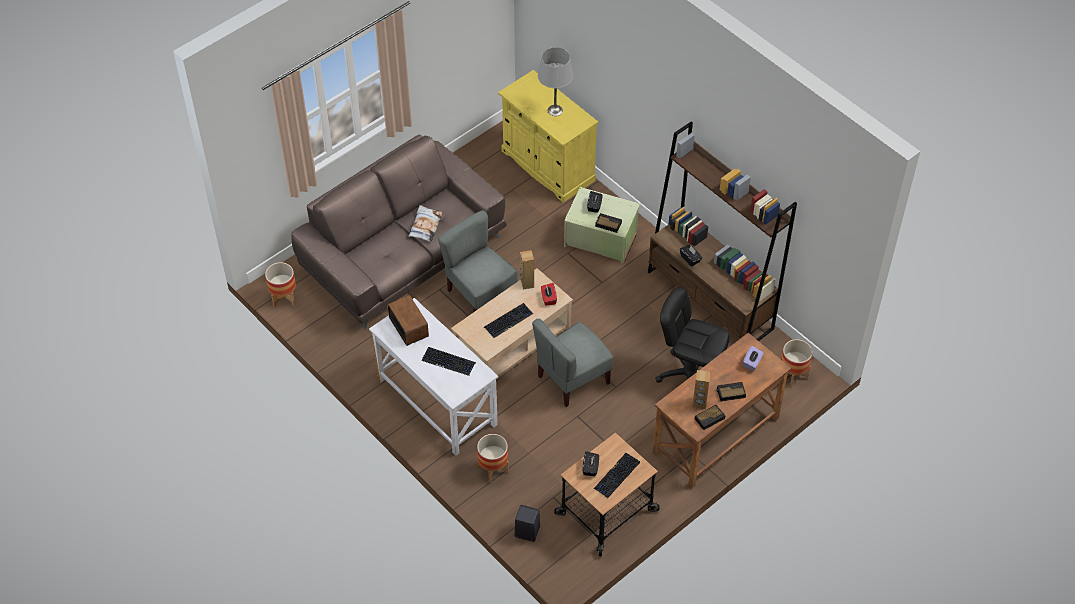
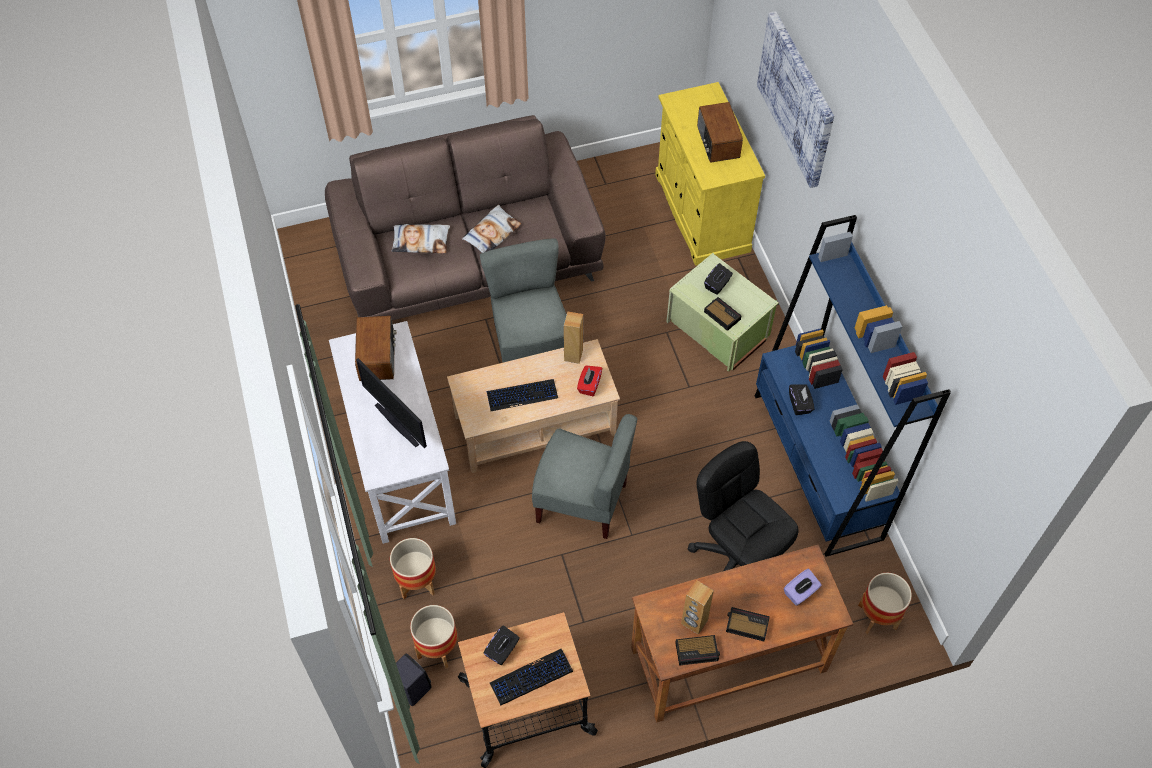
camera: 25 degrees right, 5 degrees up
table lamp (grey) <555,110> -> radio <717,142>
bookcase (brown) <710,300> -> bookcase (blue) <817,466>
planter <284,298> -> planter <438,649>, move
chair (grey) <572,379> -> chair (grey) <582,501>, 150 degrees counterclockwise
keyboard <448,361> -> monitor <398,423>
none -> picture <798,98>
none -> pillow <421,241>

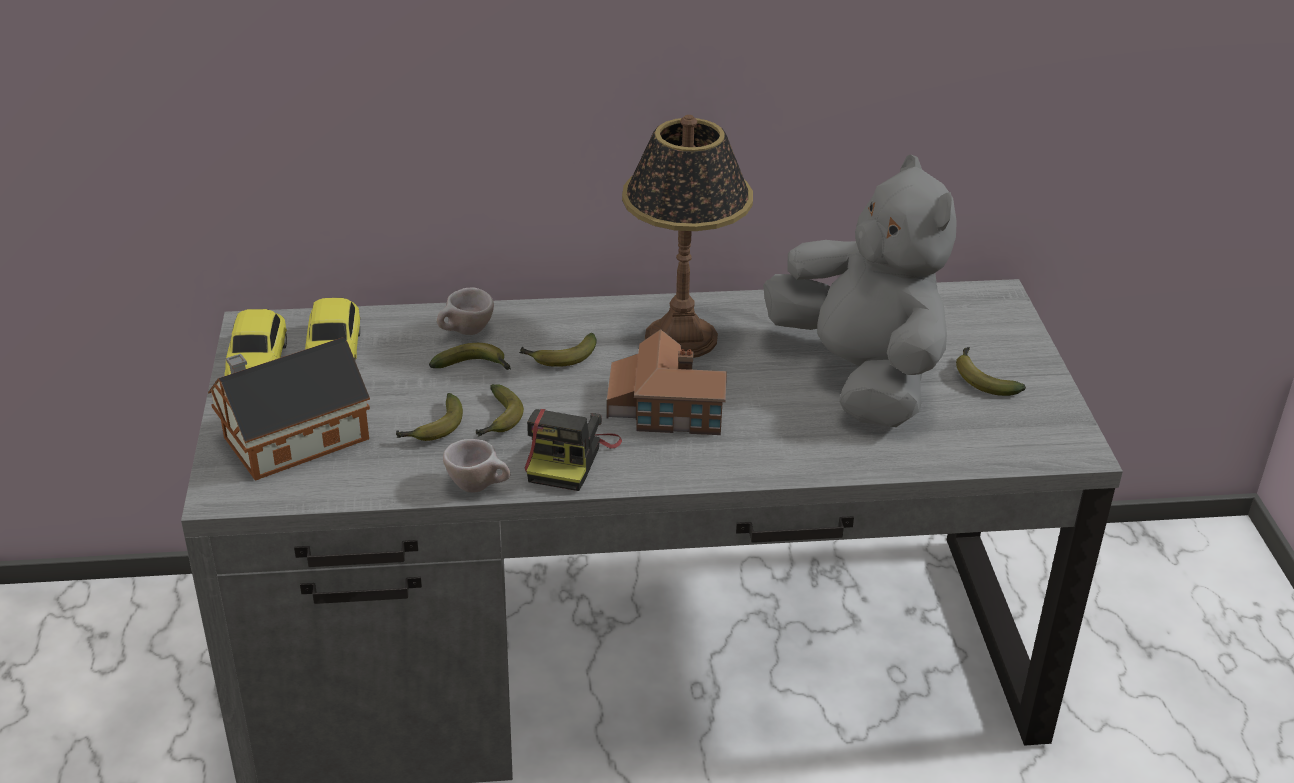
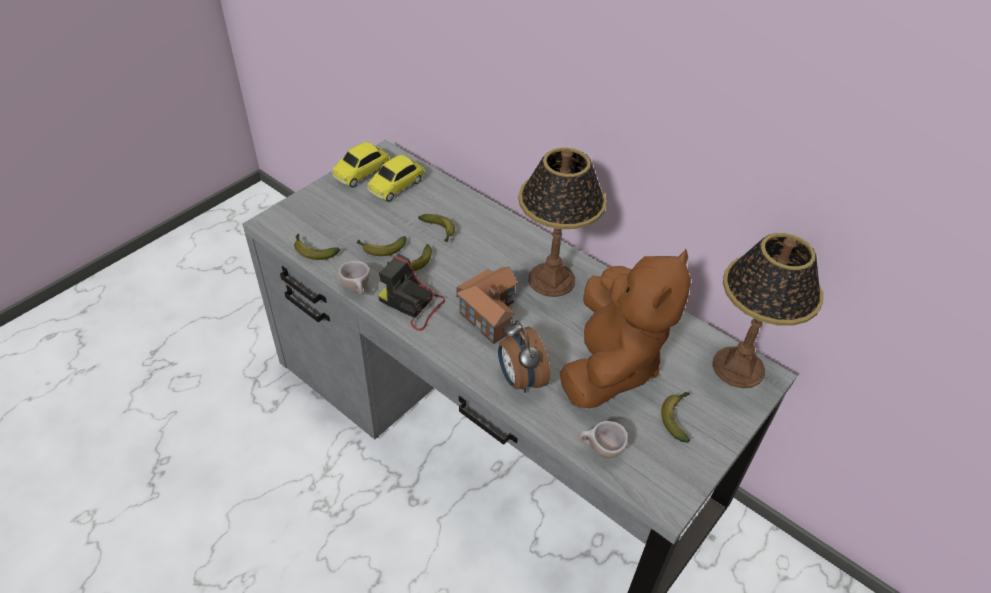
camera: 45 degrees right, 10 degrees up
plush toy (grey) <860,376> -> plush toy (brown) <610,365>
cup (beige) <465,333> -> cup (beige) <600,451>, move
banana <559,358> -> banana <313,251>, move
toy house <290,439> -> none
photo camera <570,458> -> photo camera <412,304>, 60 degrees clockwise
none -> table lamp <739,367>
none -> alarm clock <520,379>

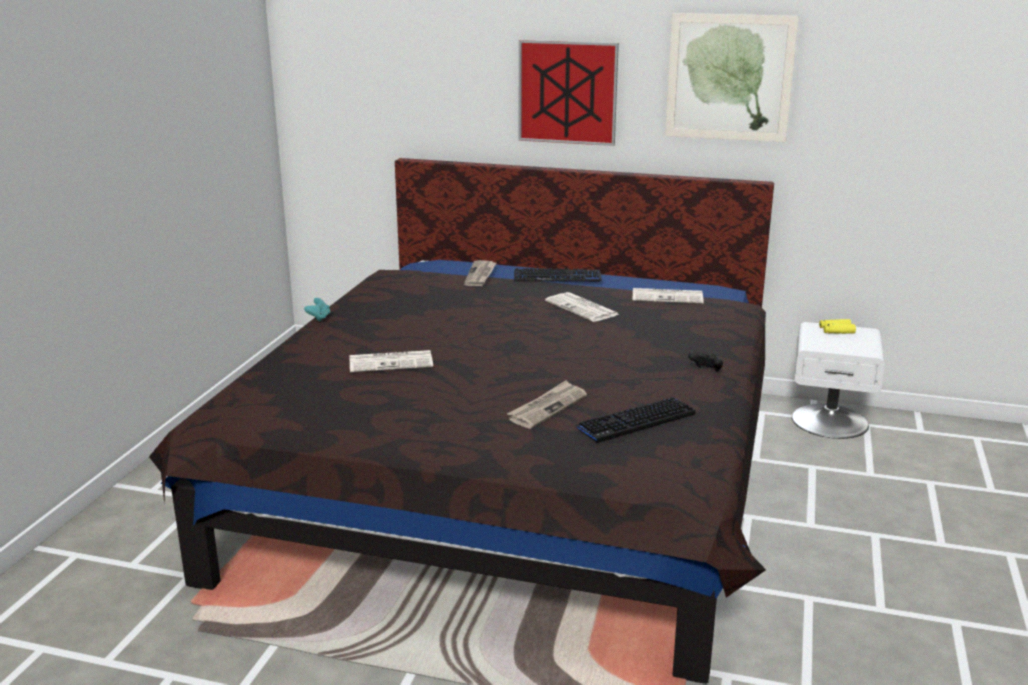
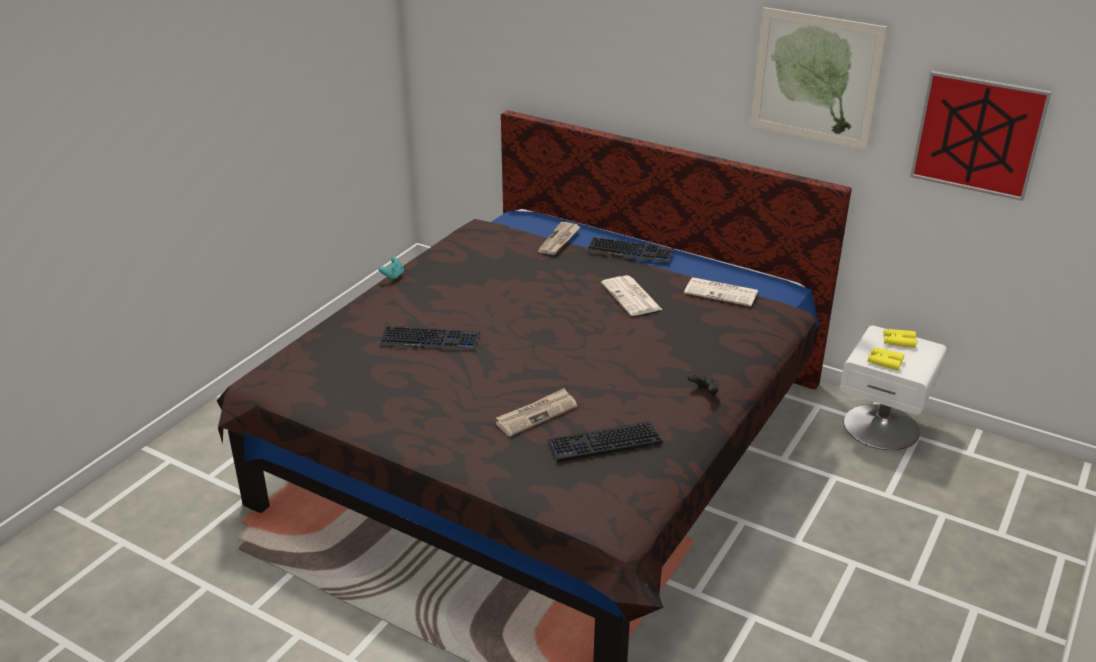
camera: 15 degrees right, 10 degrees up
picture <567,92> -> picture <978,135>, move
newspaper <392,362> -> keyboard <430,340>
none -> binoculars (yellow) <884,362>

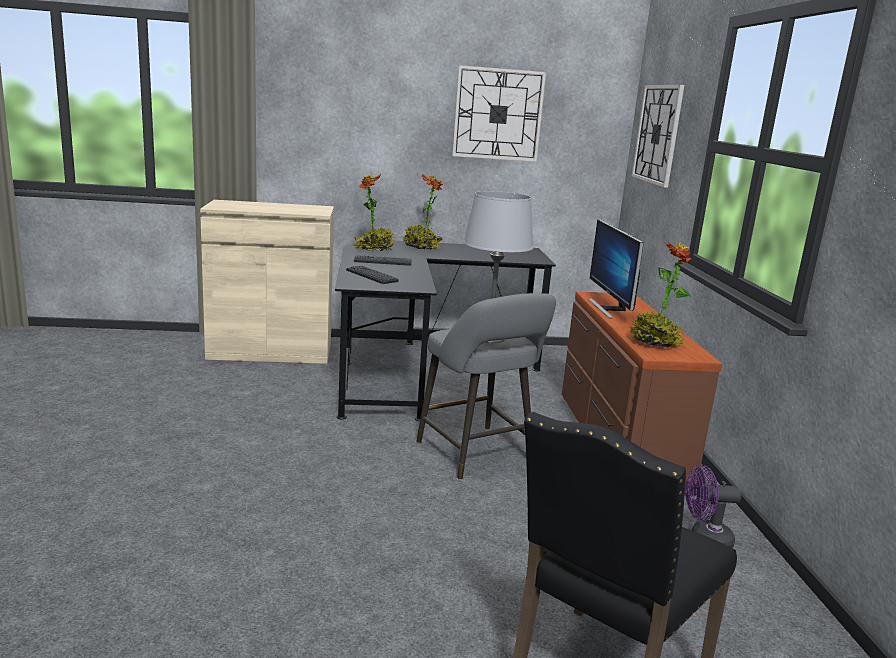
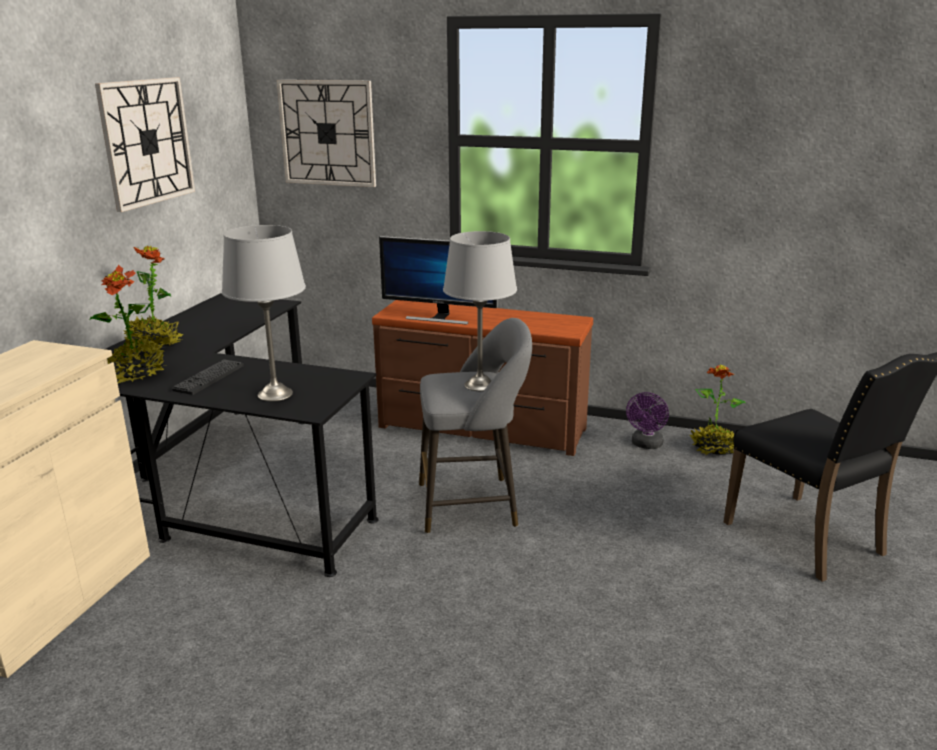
camera: 65 degrees left, 5 degrees up
potted plant <655,343> -> potted plant <714,449>, move
keyboard <371,276> -> table lamp (grey) <275,394>

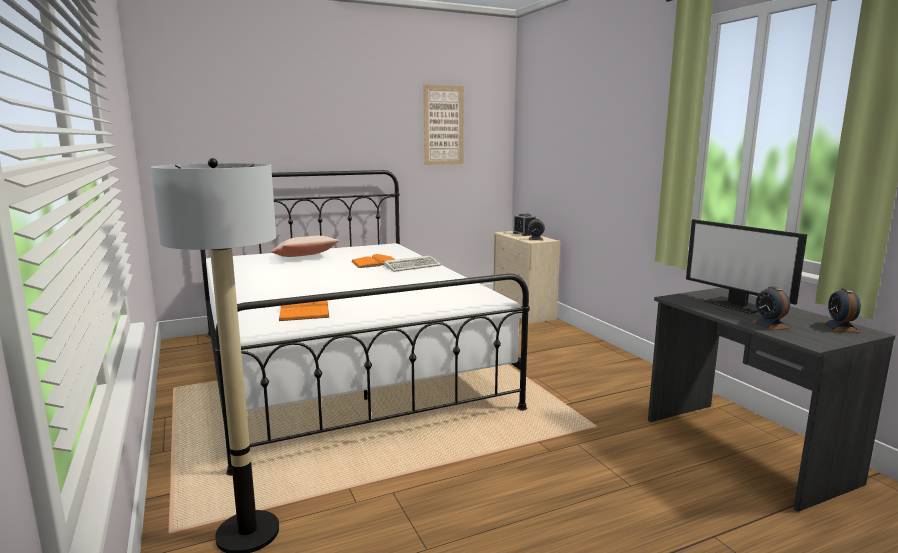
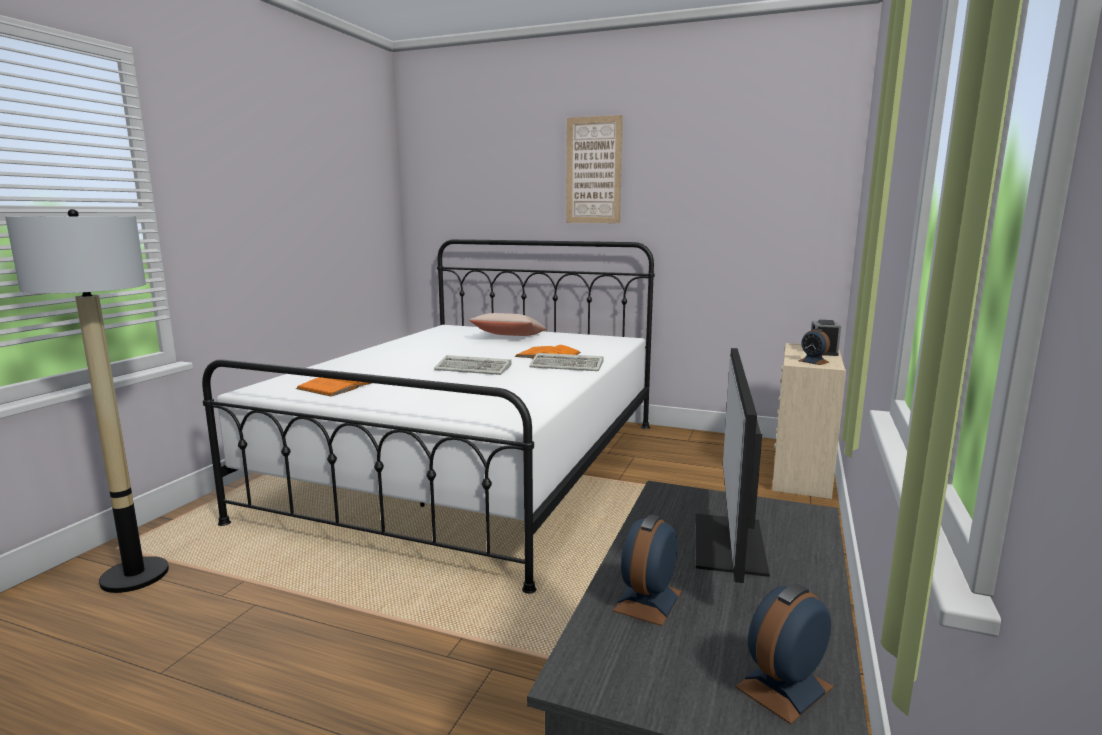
camera: 45 degrees right, 0 degrees up
picture <443,125> -> picture <593,170>, move
none -> keyboard <475,369>

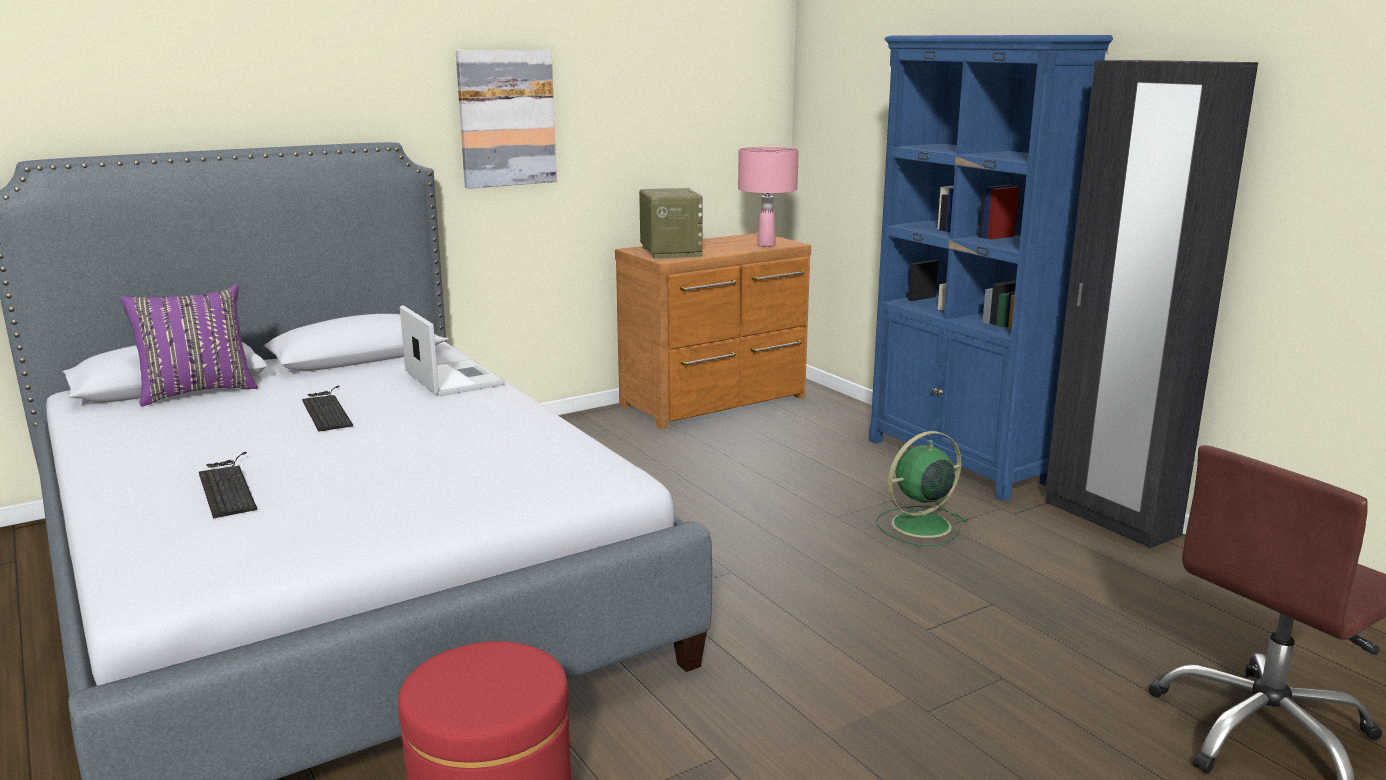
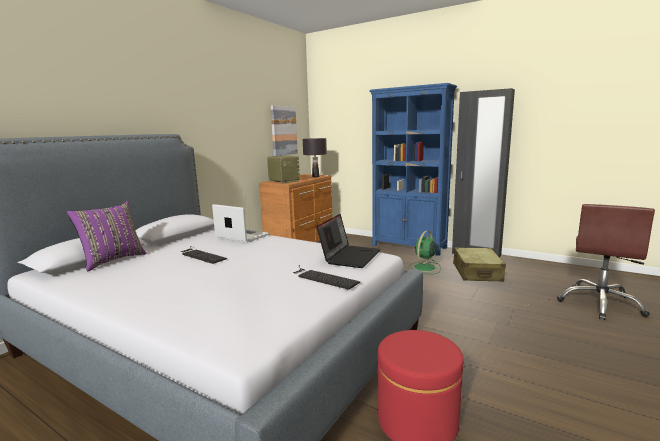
camera: 25 degrees left, 5 degrees down
picture <506,118> -> picture <283,130>, move
table lamp (pink) <766,245> -> table lamp (black) <315,176>
keyboard <227,486> -> keyboard <322,278>, move
none -> laptop <350,256>
none -> suitcase (beige) <477,272>

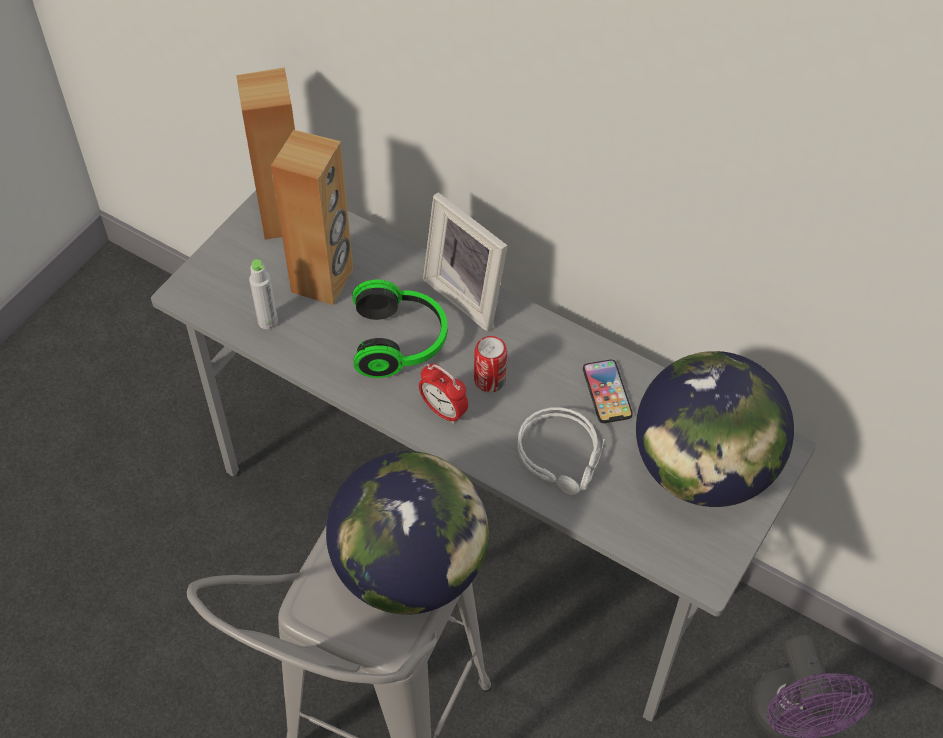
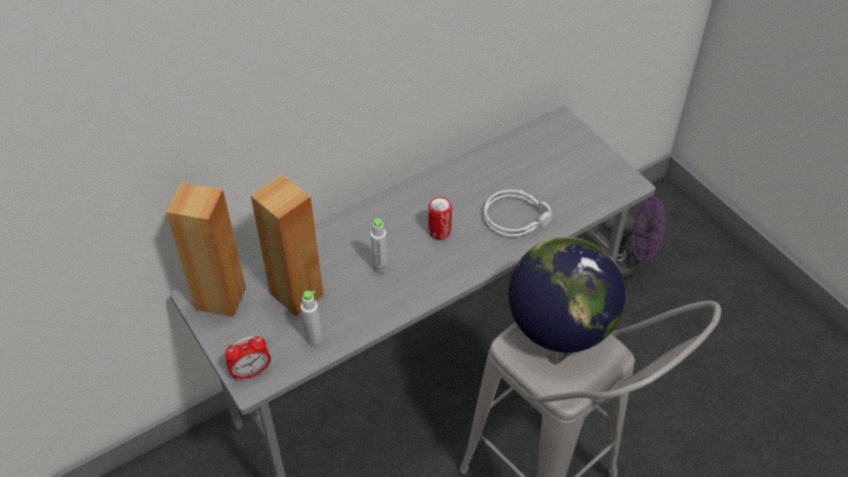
camera: 65 degrees left, 5 degrees down
picture frame <469,294> -> none
headphones <401,342> -> bottle (grey) <380,267>
globe <702,469> -> none
phone <607,392> -> none
alarm clock <443,411> -> alarm clock <251,372>, move

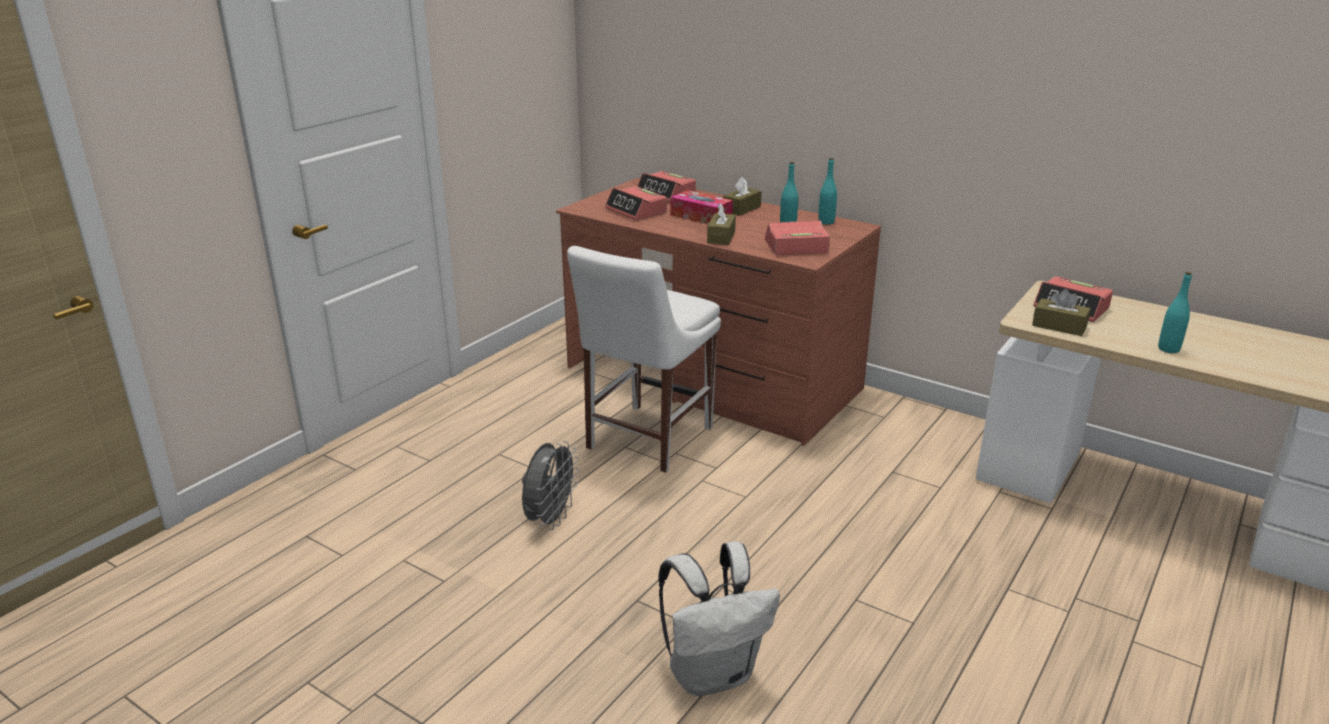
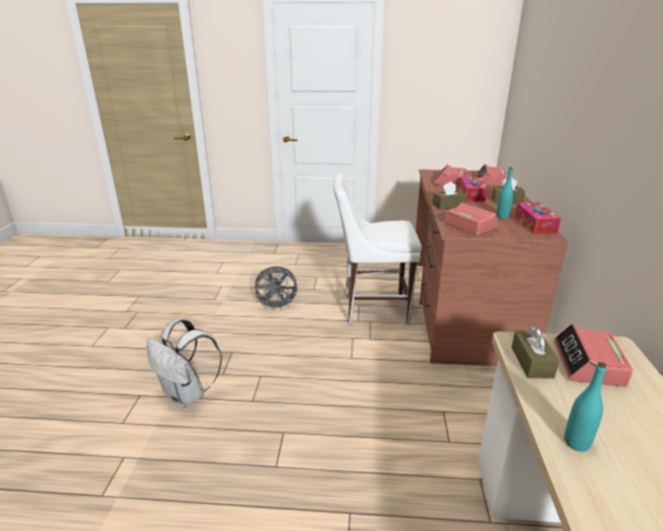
camera: 60 degrees right, 0 degrees up
bottle (turquoise) <826,222> -> tissue box <535,224>

